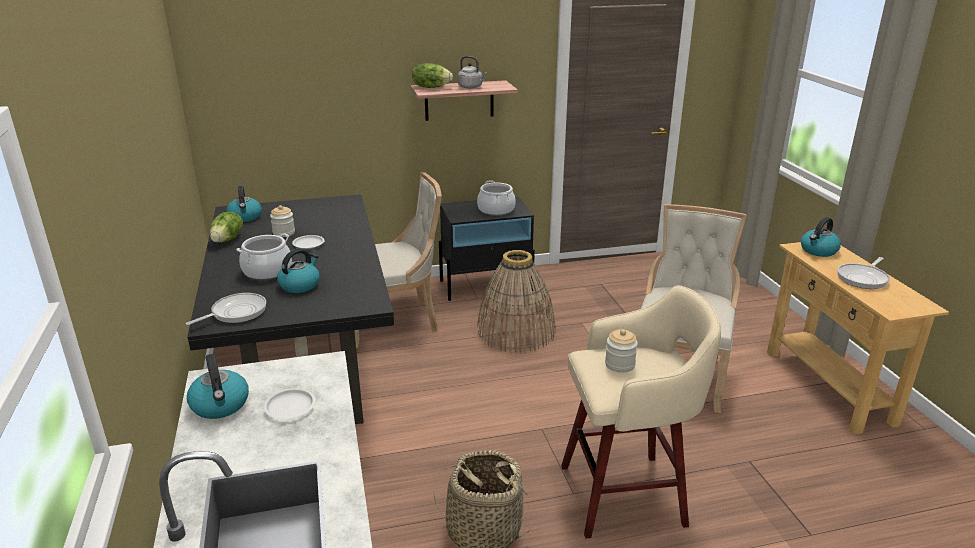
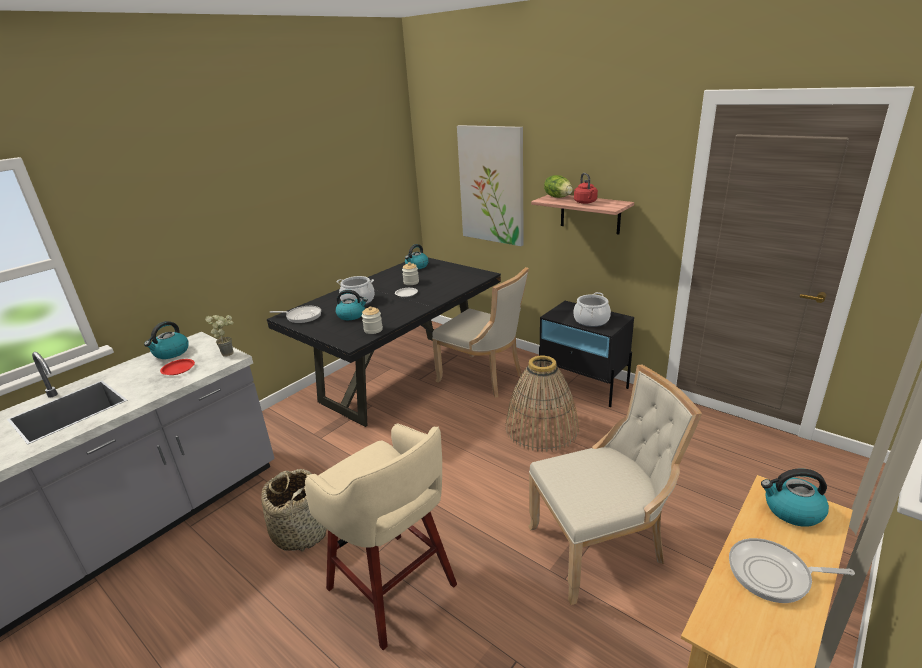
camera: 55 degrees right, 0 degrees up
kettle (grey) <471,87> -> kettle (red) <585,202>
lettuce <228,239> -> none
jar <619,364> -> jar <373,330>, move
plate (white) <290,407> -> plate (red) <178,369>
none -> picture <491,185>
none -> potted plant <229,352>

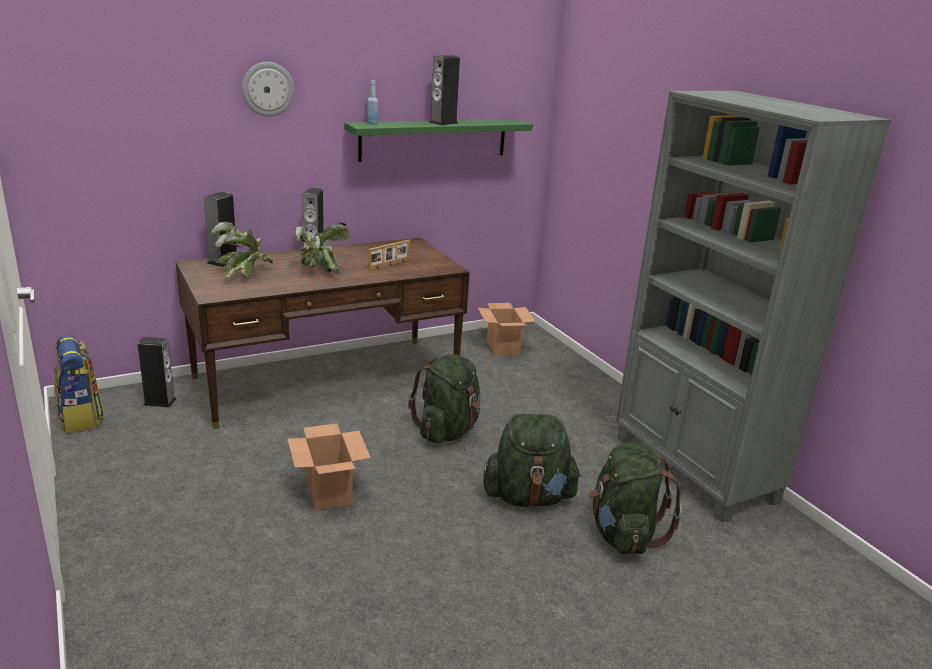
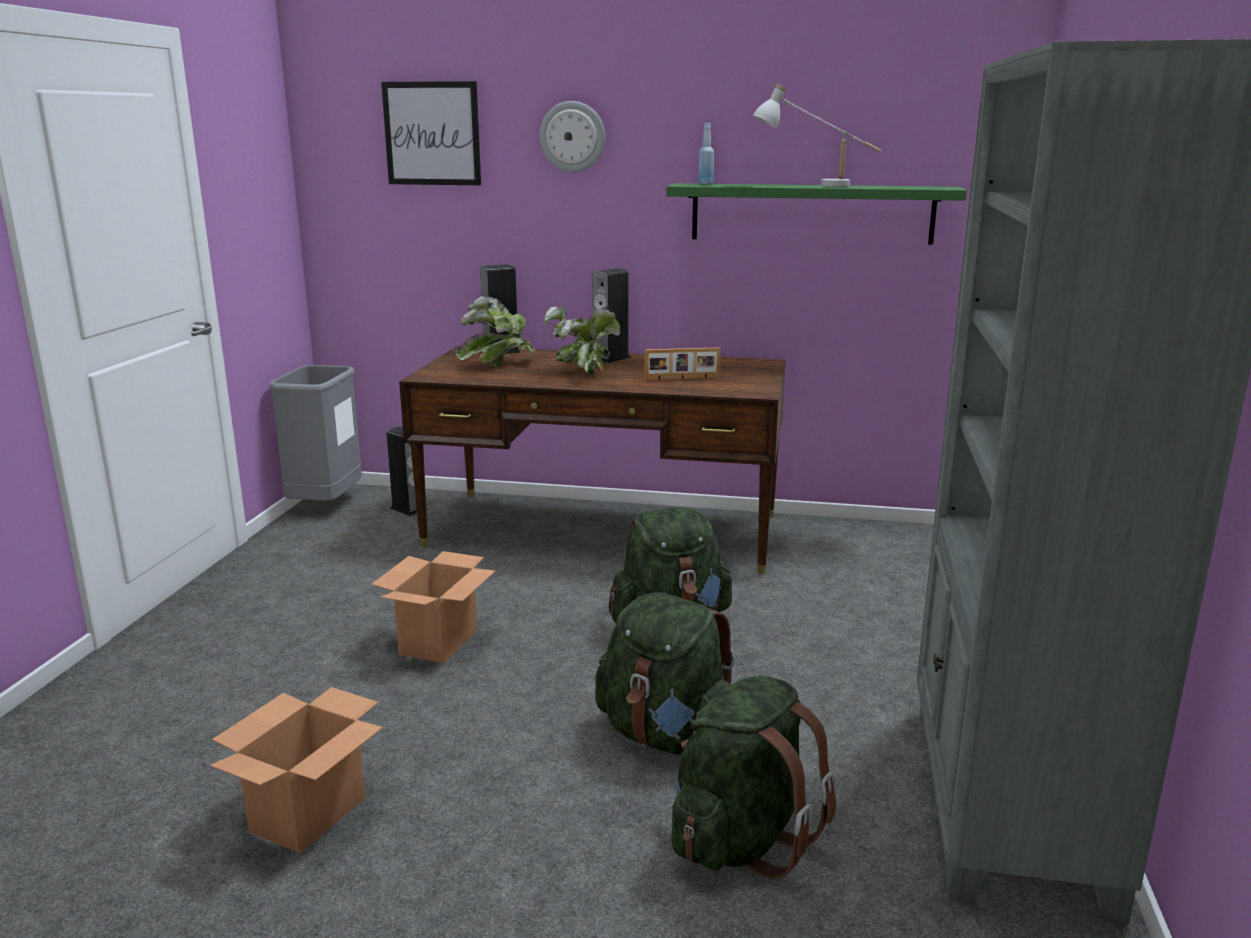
camera: 40 degrees right, 5 degrees down
speaker <443,123> -> table lamp (white) <814,186>
cardboard box <502,348> -> cardboard box <309,814>, move
backpack <81,418> -> trash can (grey) <326,505>
none -> picture <432,134>

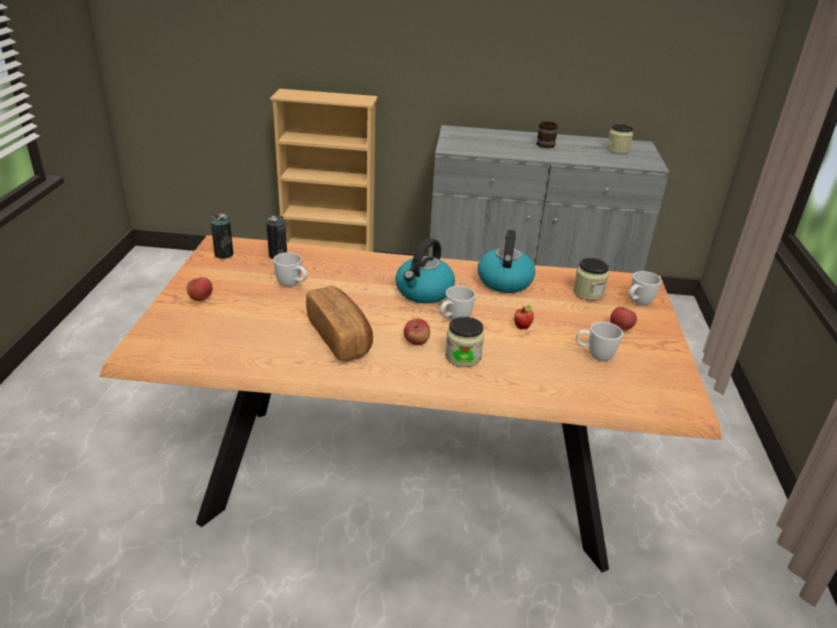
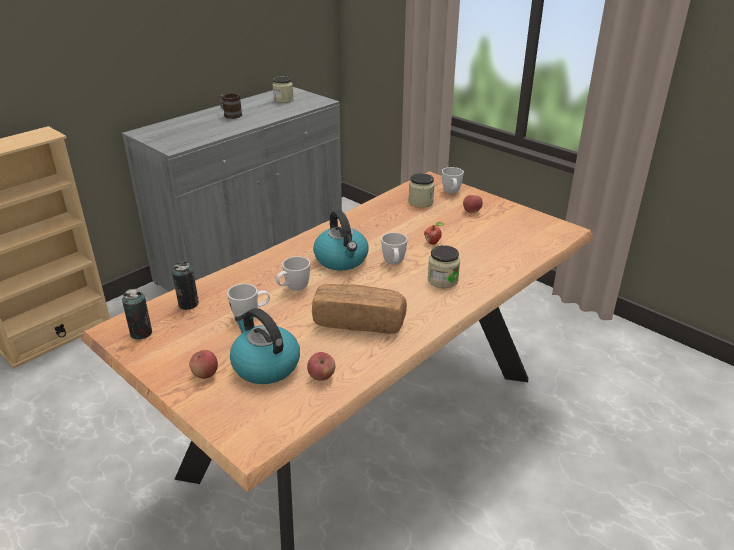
camera: 50 degrees left, 0 degrees up
kettle <504,281> -> kettle <265,365>, move
apple <416,342> -> apple <321,376>, move
mug (white) <594,355> -> mug (white) <293,289>, move

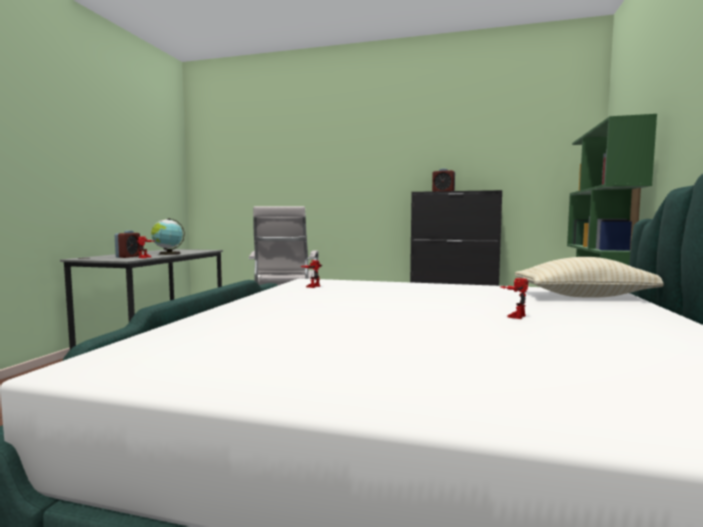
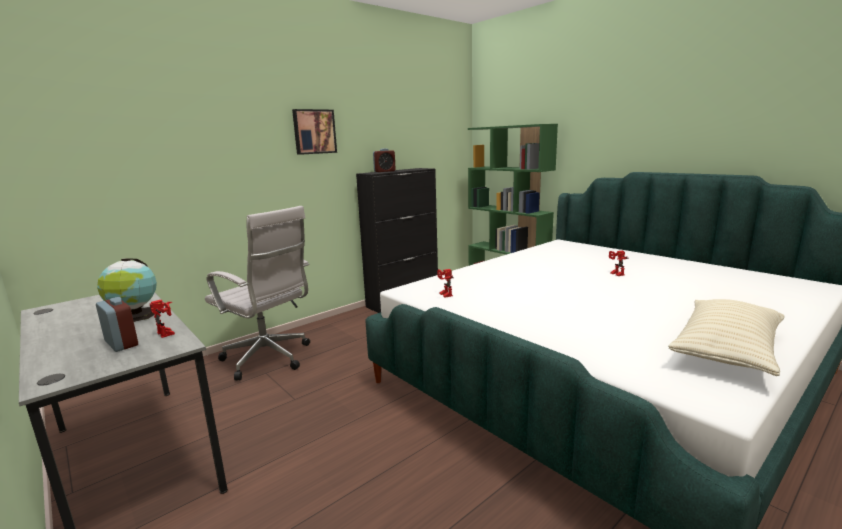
camera: 55 degrees left, 10 degrees up
pillow (beige) <585,296> -> pillow (beige) <726,351>, move
none -> picture <314,131>

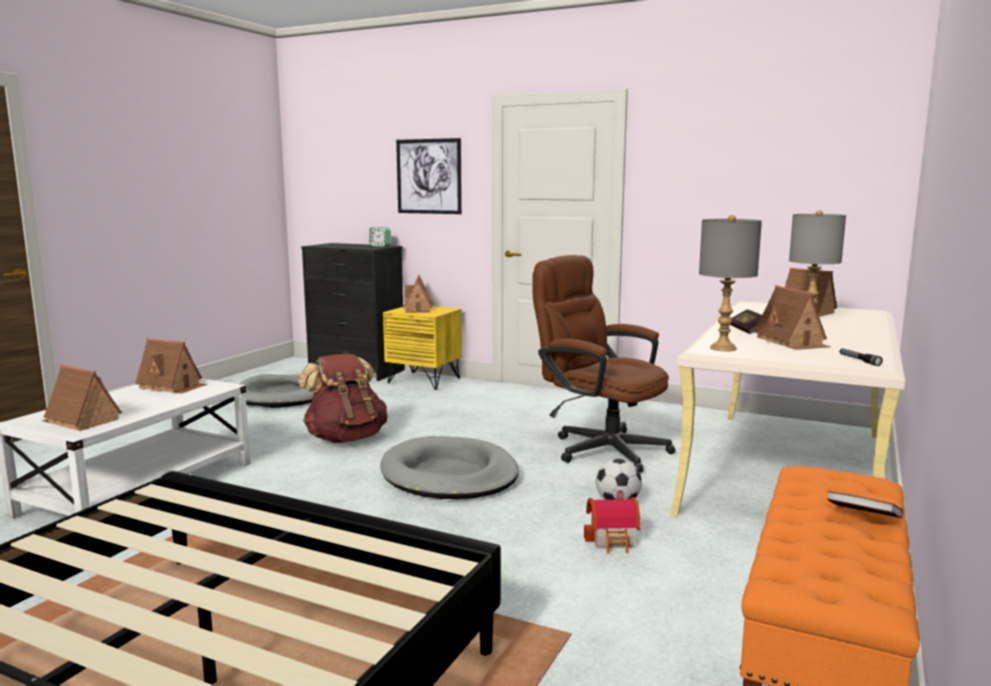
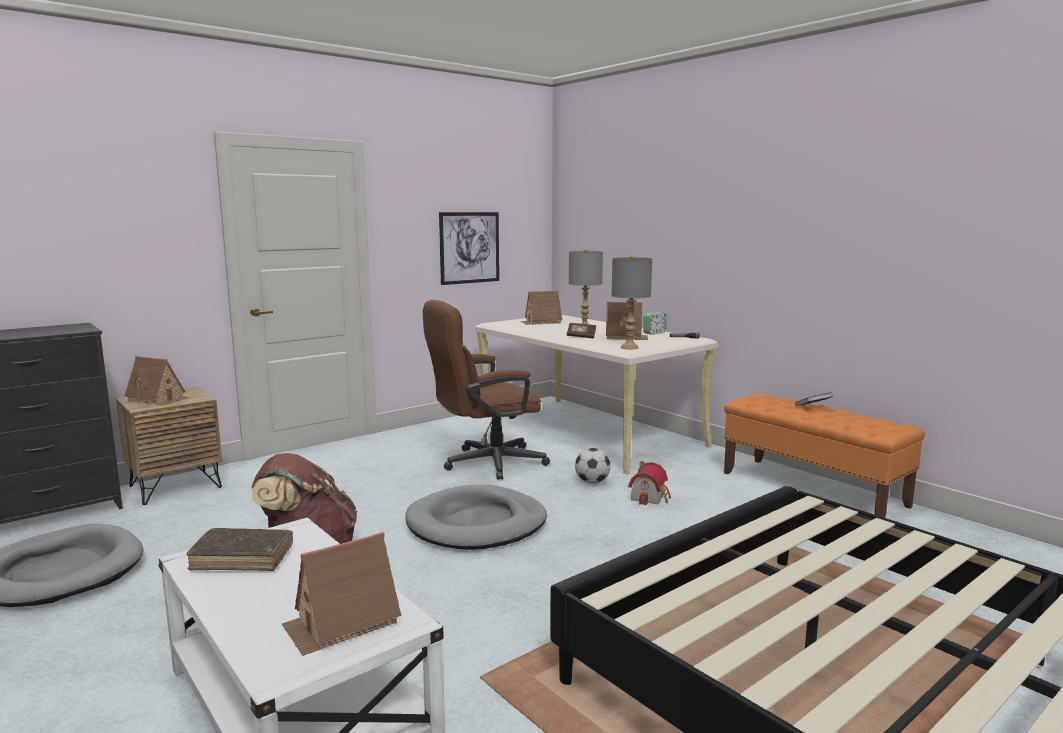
camera: 65 degrees left, 0 degrees up
picture <429,176> -> picture <469,247>, move
alarm clock <380,246> -> alarm clock <654,333>, move
nightstand (yellow) <424,380> -> nightstand (brown) <175,486>
toy house <172,386> -> book (brown) <242,558>

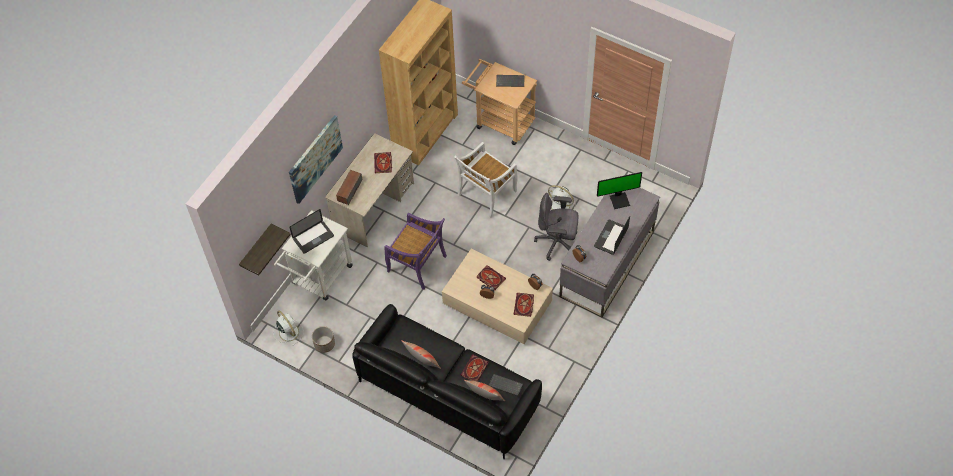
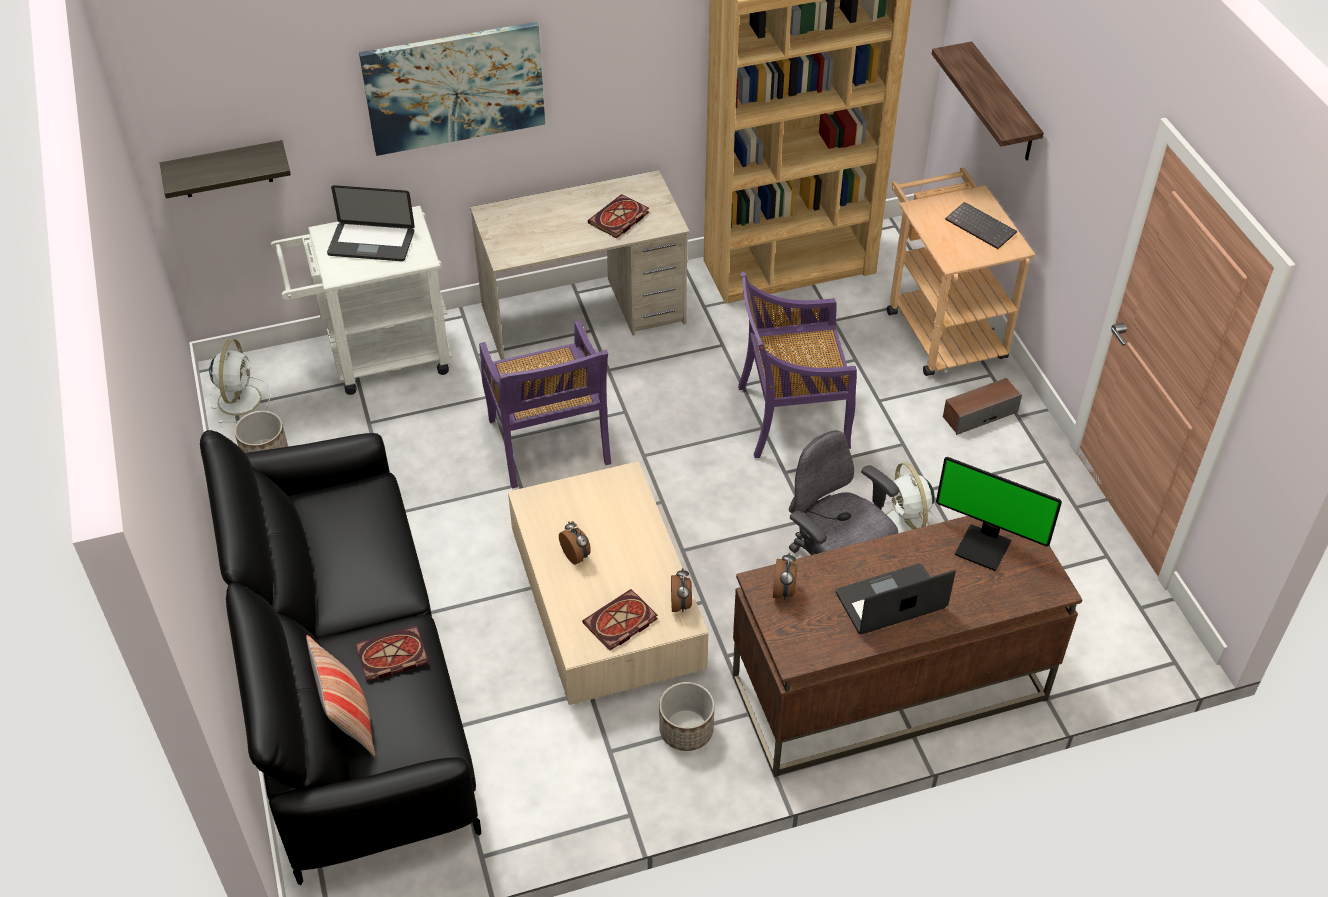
camera: 40 degrees right, 10 degrees down
chair (white) <486,194> -> chair (purple) <790,417>
speaker <349,190> -> speaker <979,414>, move
desk (grey) <606,265> -> desk (brown) <887,688>
book <490,278> -> none
pillow <422,362> -> none
keyboard <505,386> -> none
none -> shelf <1003,104>
none -> planter <686,730>

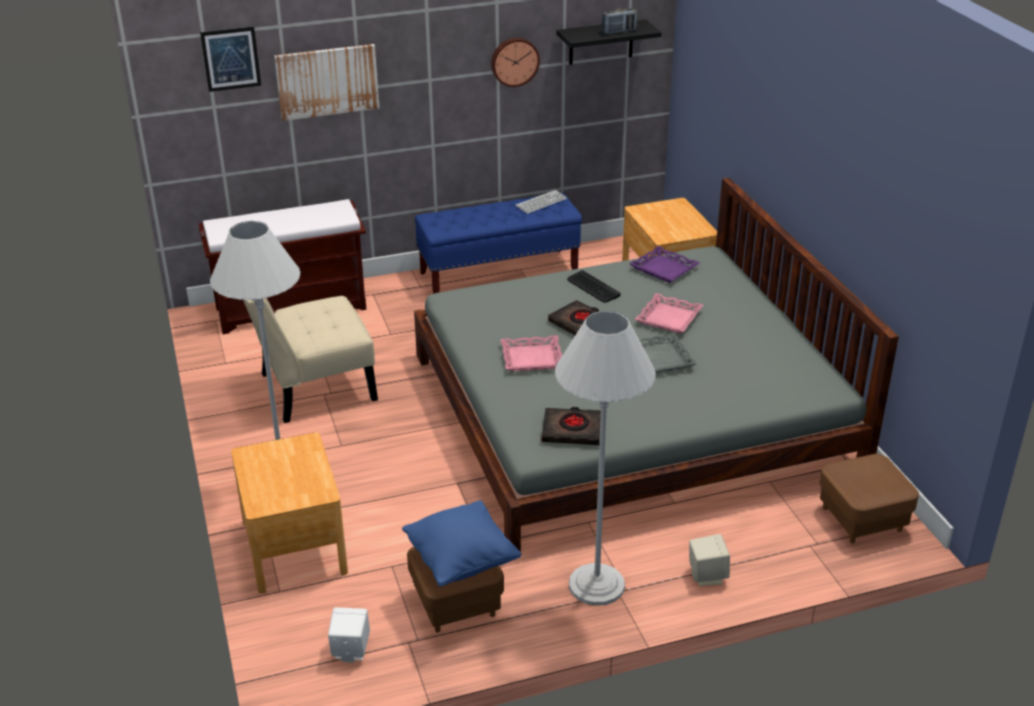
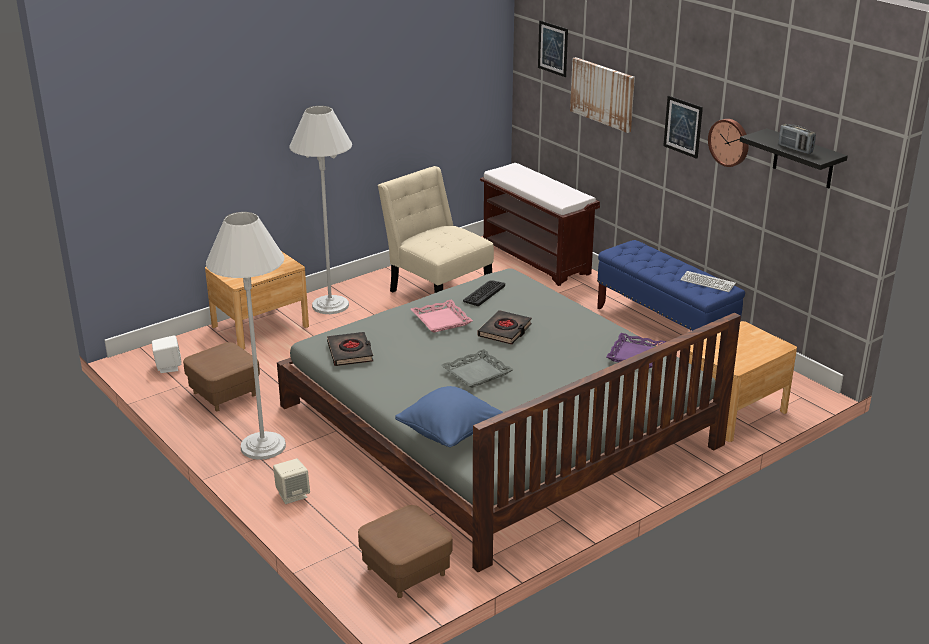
camera: 70 degrees right, 5 degrees down
keyboard <593,287> -> keyboard <484,293>, move
tray (pink) <669,318> -> none
pillow (blue) <461,561> -> pillow (blue) <449,434>, move
none -> picture <683,126>

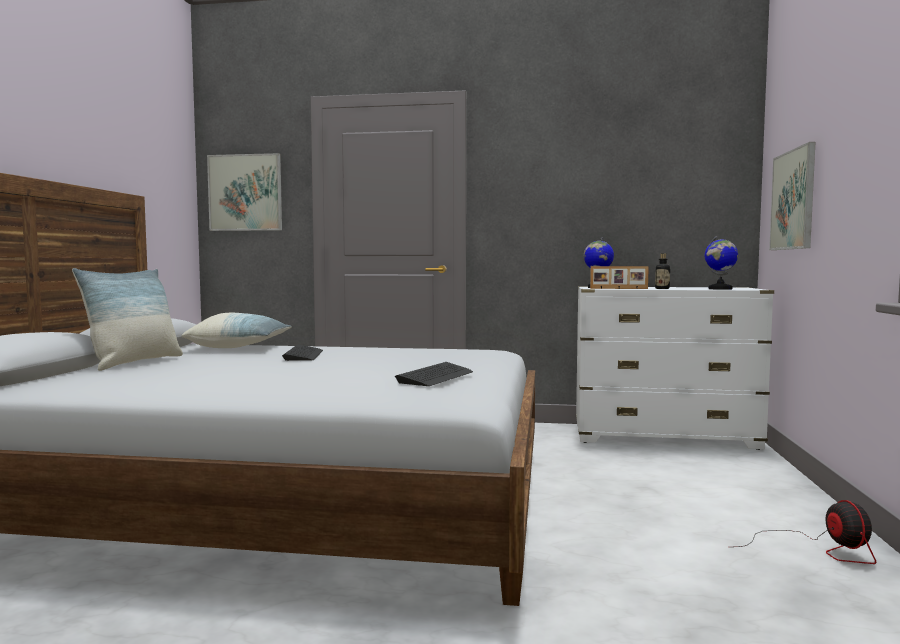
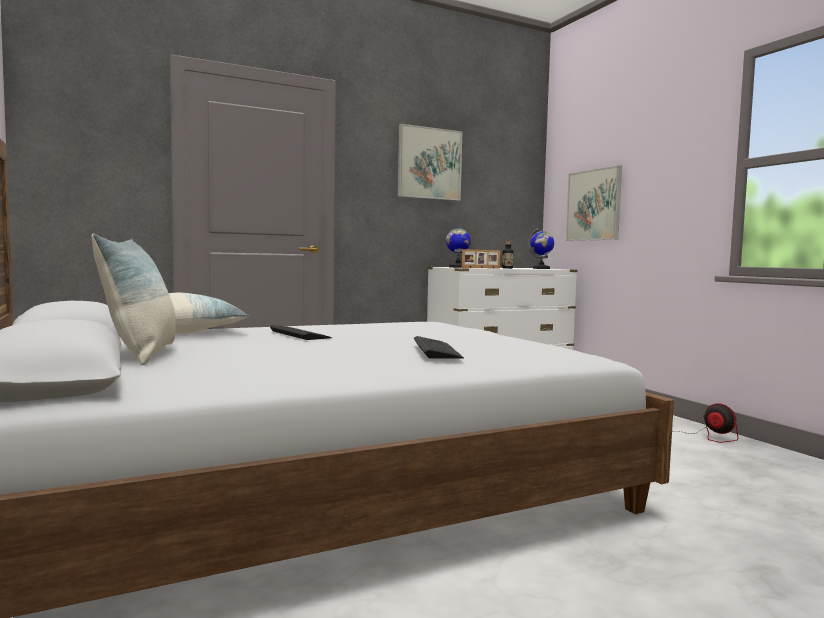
camera: 35 degrees left, 0 degrees up
picture <245,192> -> picture <429,163>, move
keyboard <436,377> -> keyboard <437,350>, move

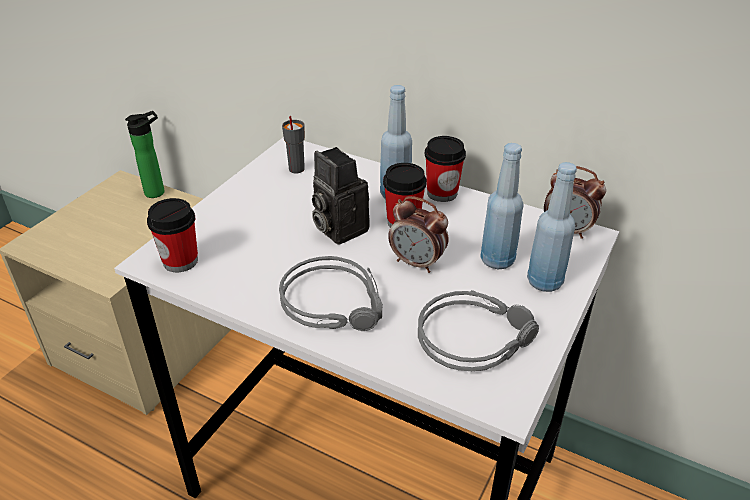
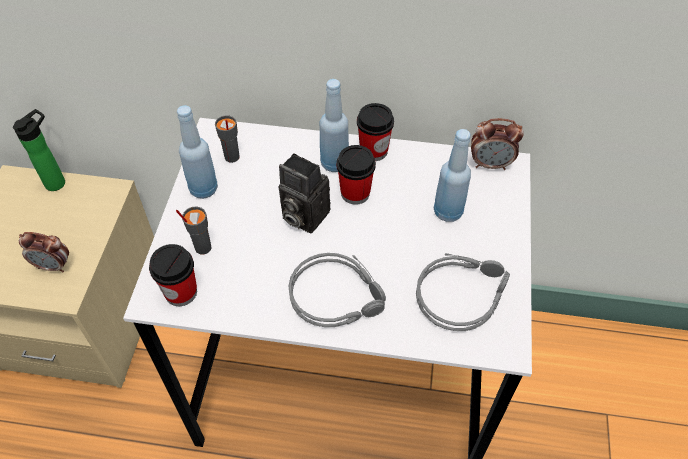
camera: 20 degrees left, 15 degrees up
bottle (blue) <544,282> -> bottle (blue) <203,189>, move
alarm clock <417,263> -> alarm clock <54,266>, move
none -> cup (grey) <202,247>

